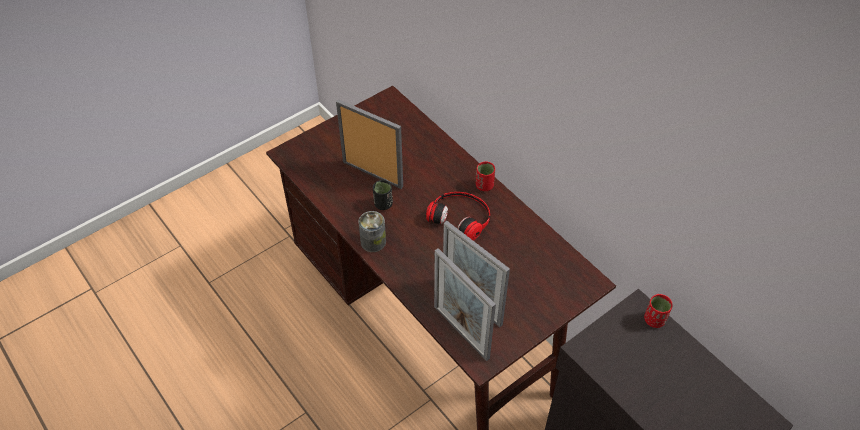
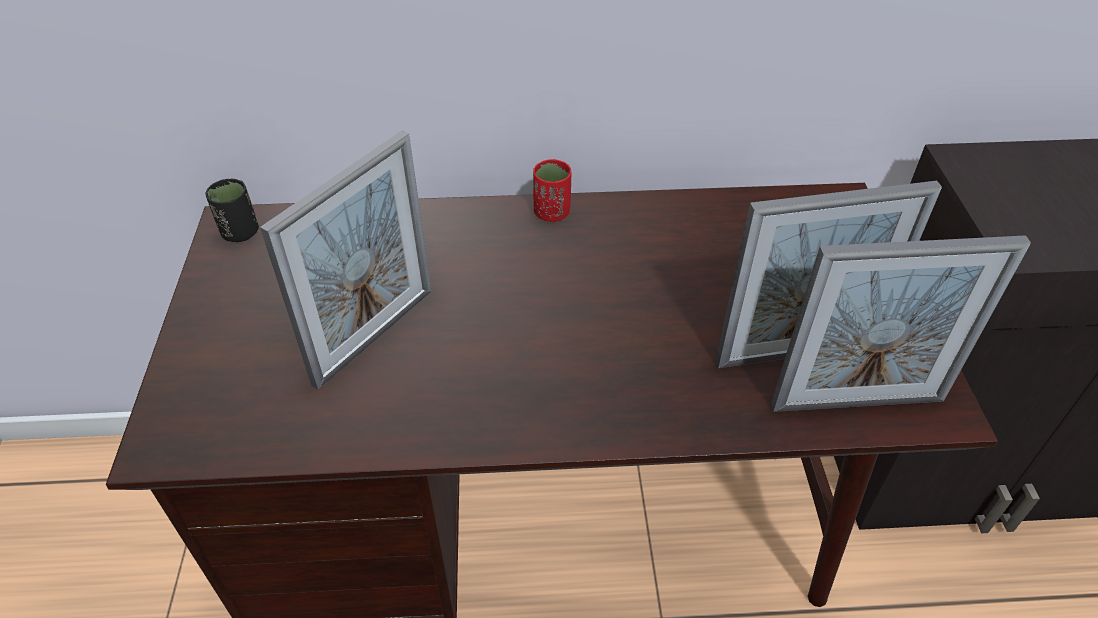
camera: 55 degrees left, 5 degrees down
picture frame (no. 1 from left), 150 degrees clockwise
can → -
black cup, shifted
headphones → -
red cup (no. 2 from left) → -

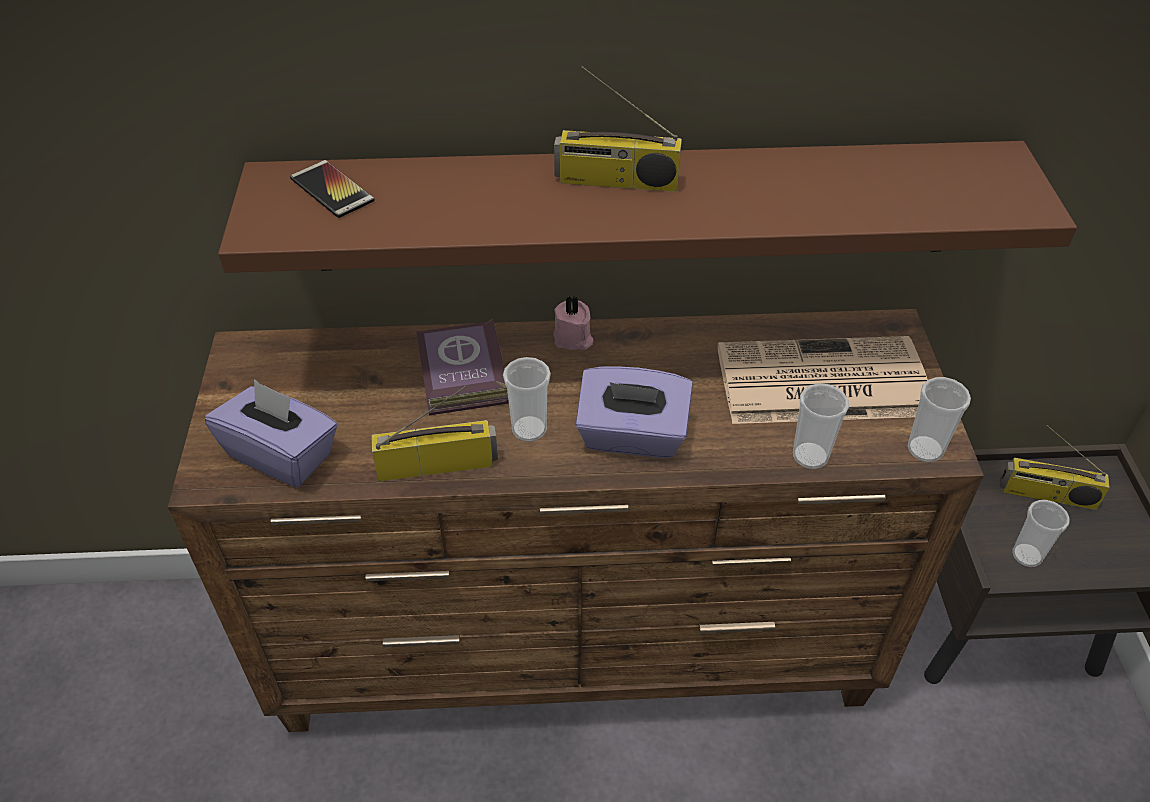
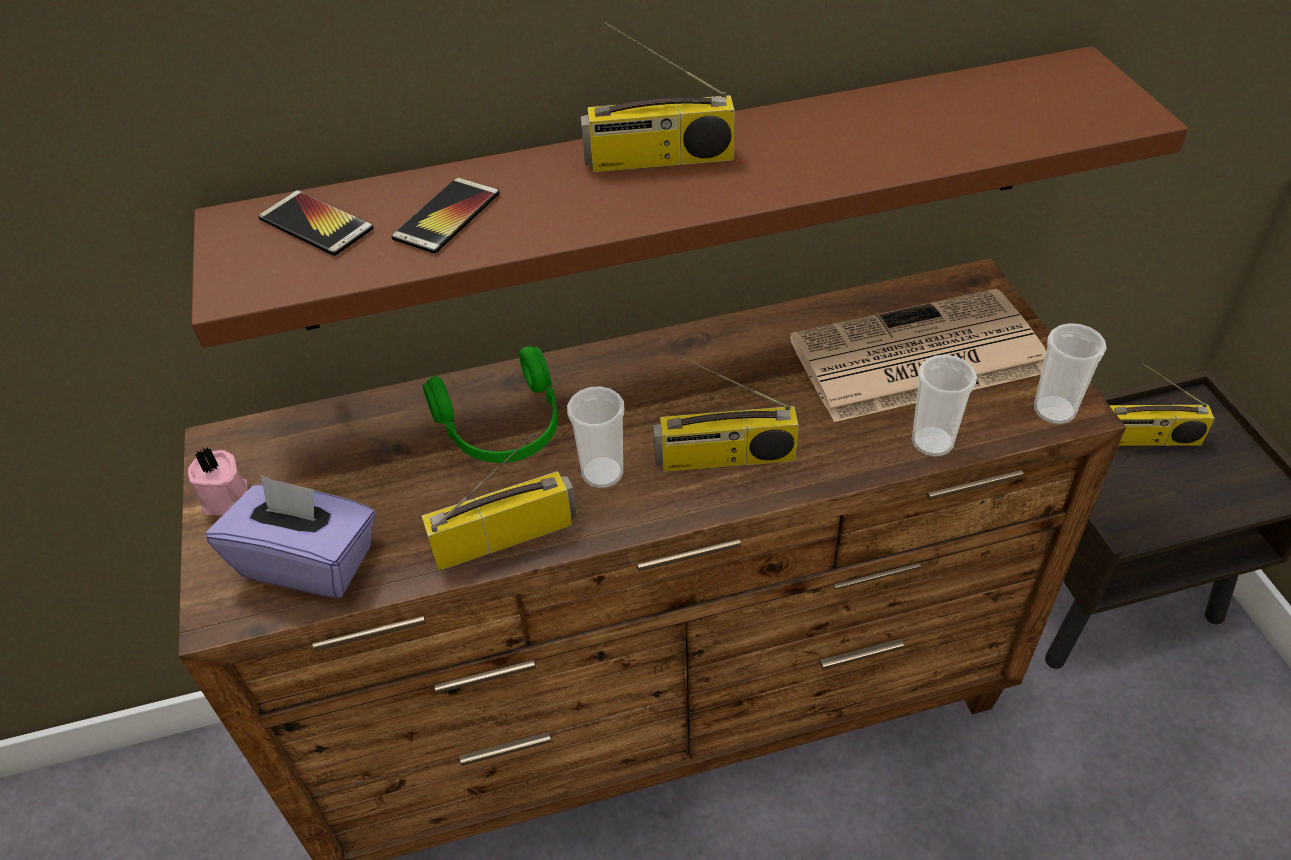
camera: 10 degrees left, 0 degrees up
book → green headphones
pink candle, shifted
purple tissue box (no. 2 from left) → radio (no. 3 from left)
cup (no. 4 from left) → -
- → phone (no. 2 from left)

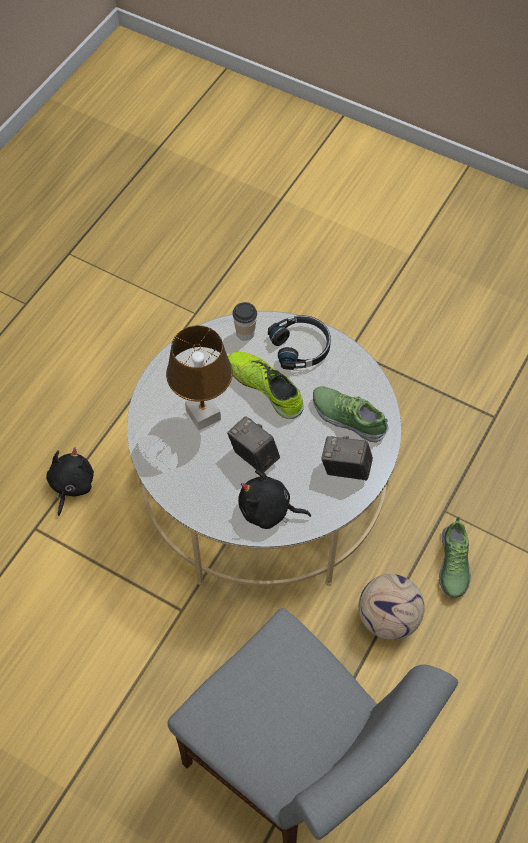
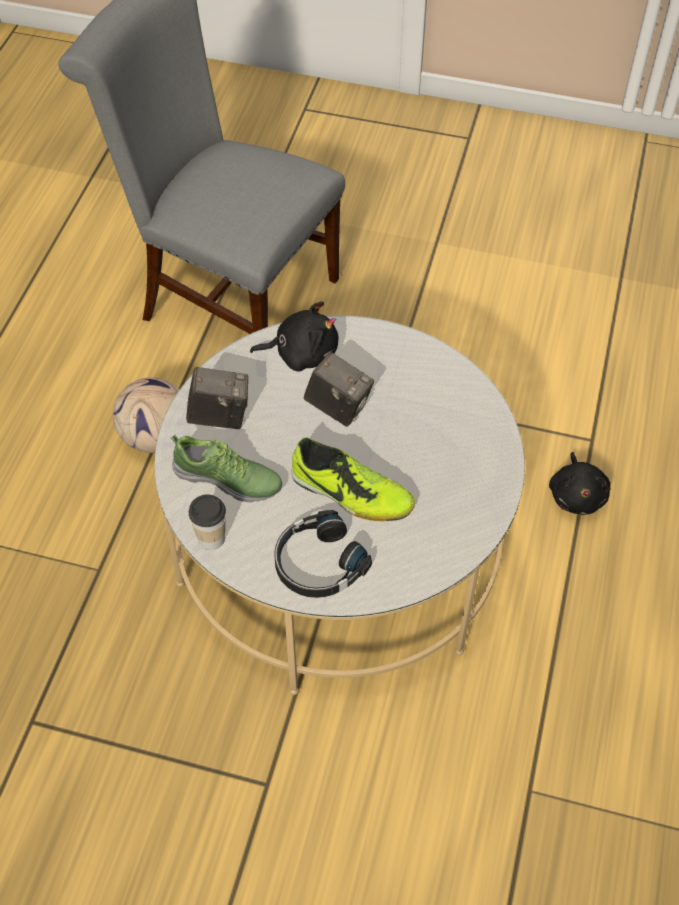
camera: 165 degrees right, 5 degrees down
brown table lamp → -
cup, shifted
shoe (no. 3 from left) → -

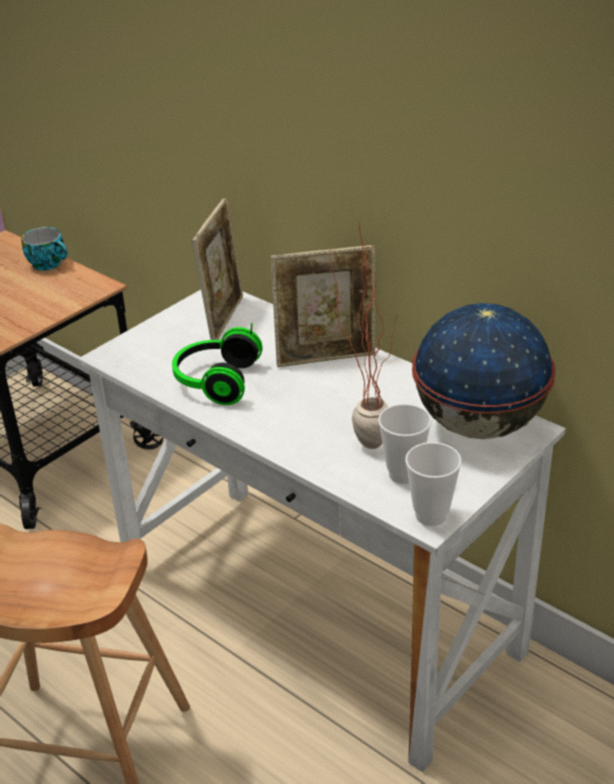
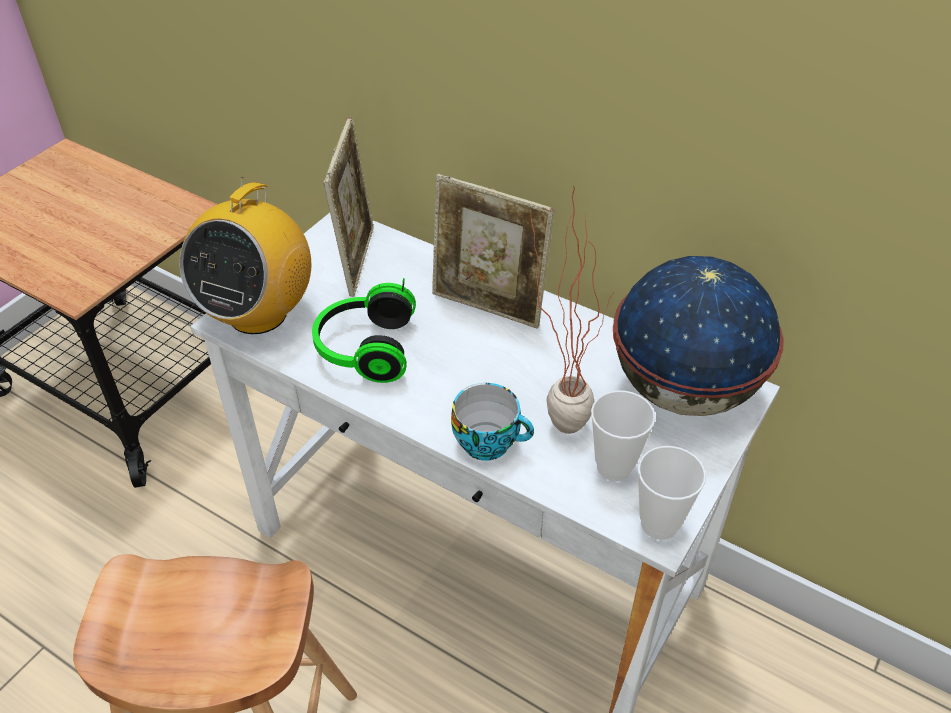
camera: 10 degrees left, 10 degrees up
cup (no. 1 from left), shifted
picture frame (no. 2 from left), 45 degrees clockwise
- → radio

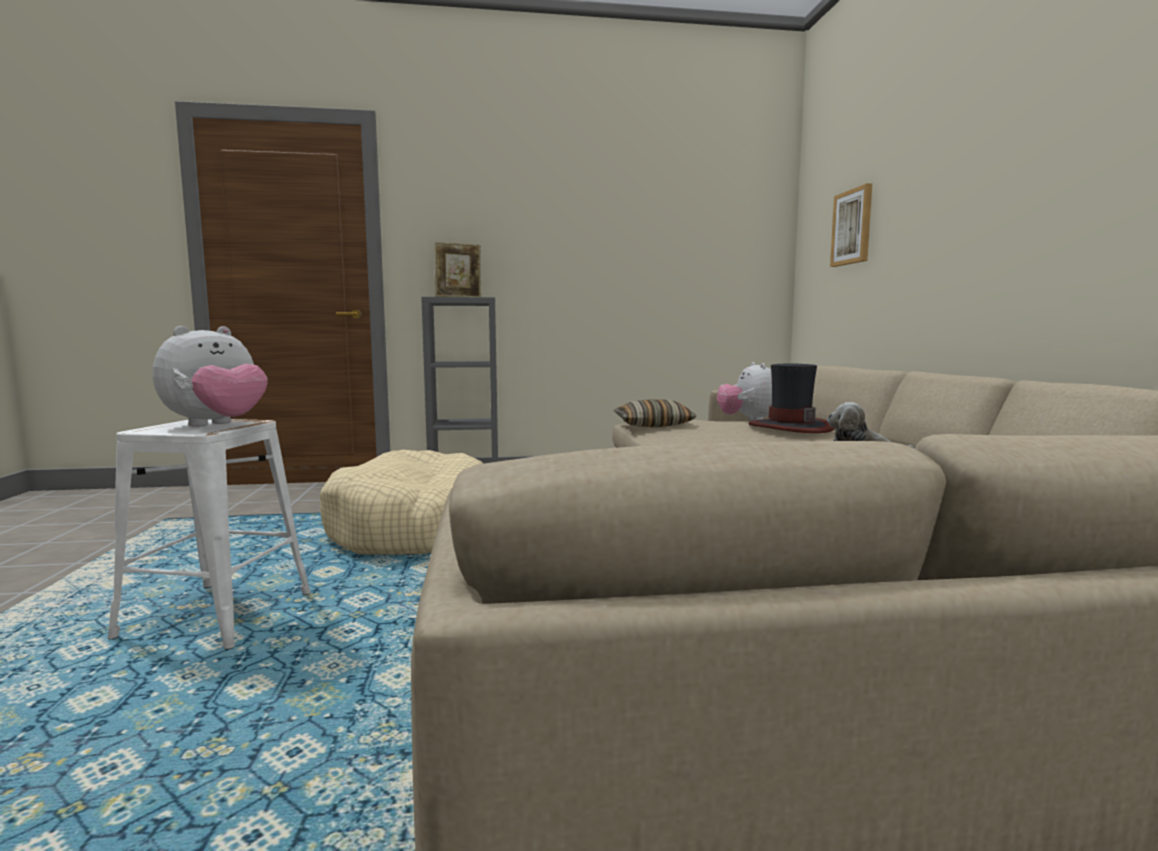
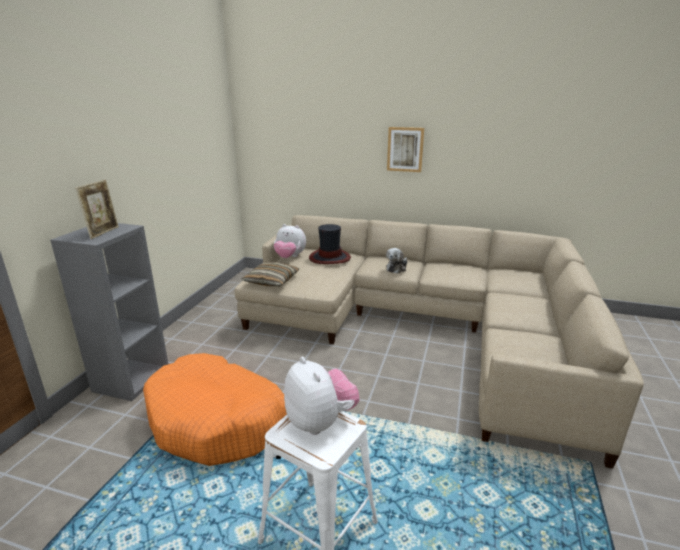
camera: 65 degrees left, 15 degrees up
beige dog bed → orange dog bed
picture, shifted

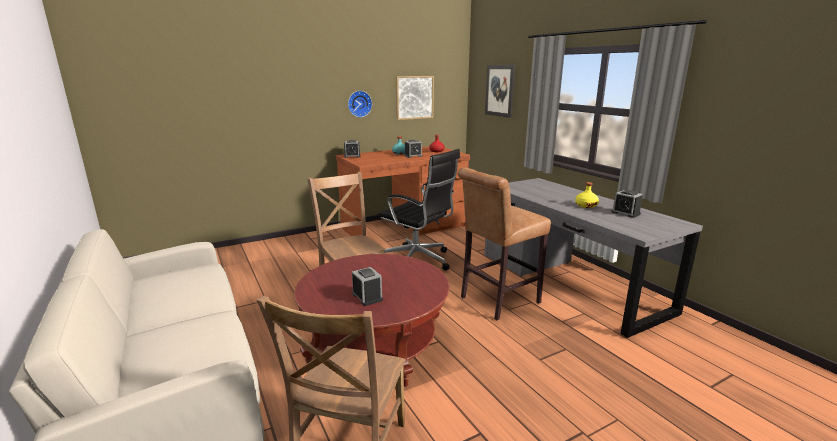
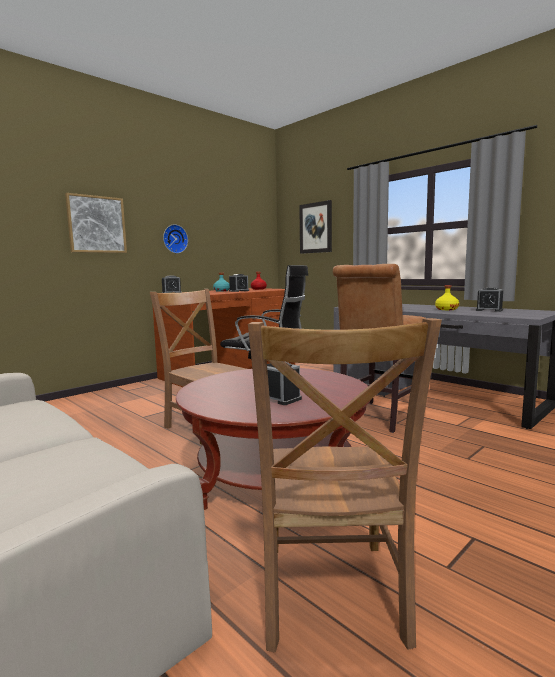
camera: 15 degrees left, 10 degrees down
picture (no. 1 from left), shifted

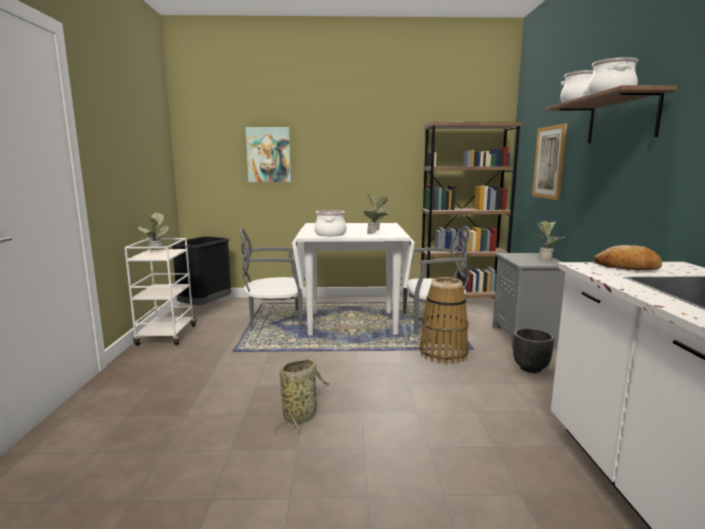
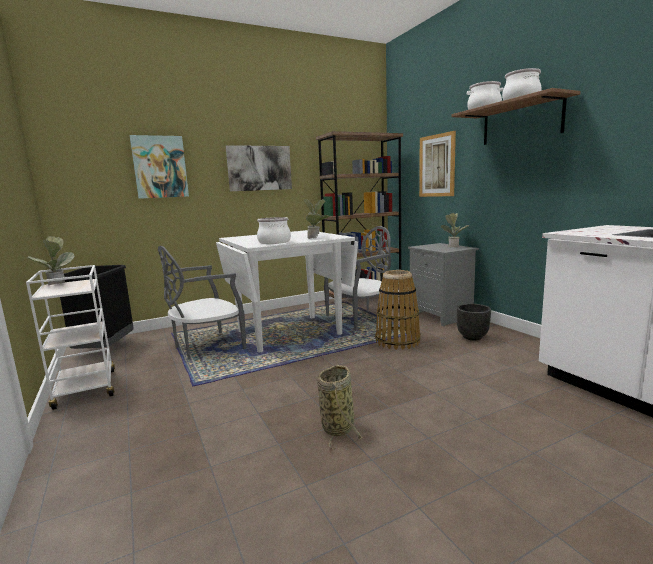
camera: 25 degrees left, 0 degrees up
bread → -
- → picture (no. 2 from left)

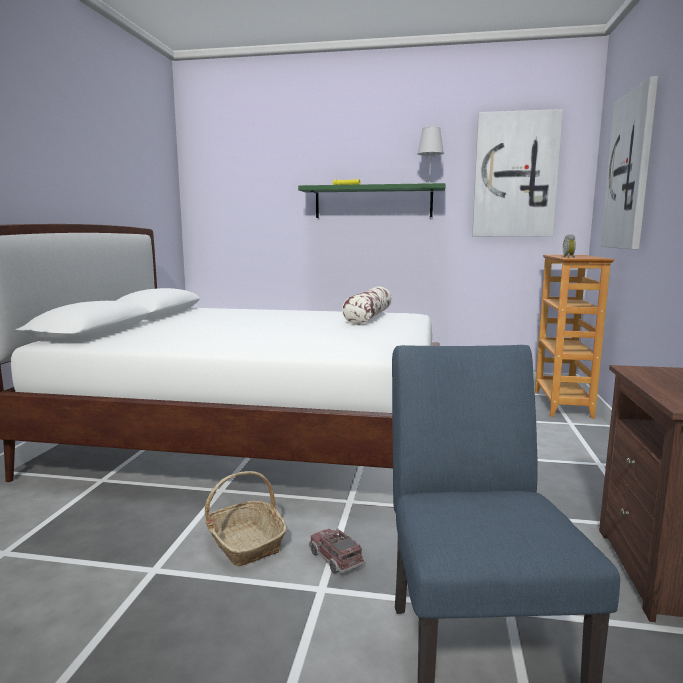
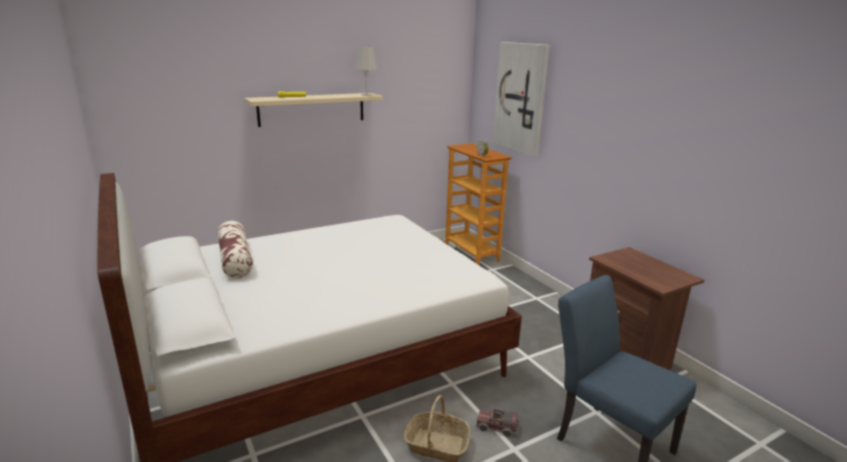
camera: 40 degrees left, 10 degrees up
green shelf → beige shelf
pillow, shifted
picture (no. 1 from left) → -

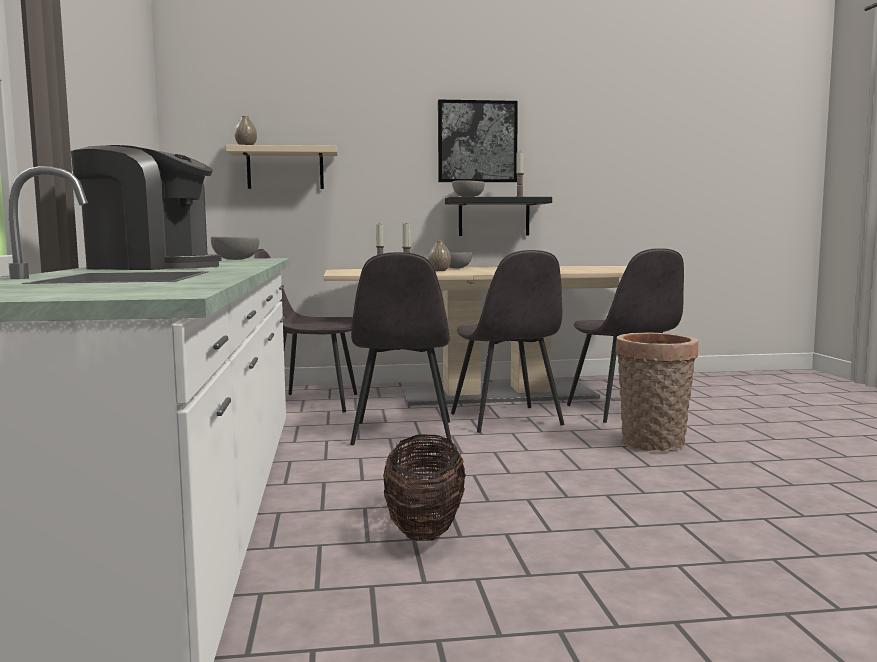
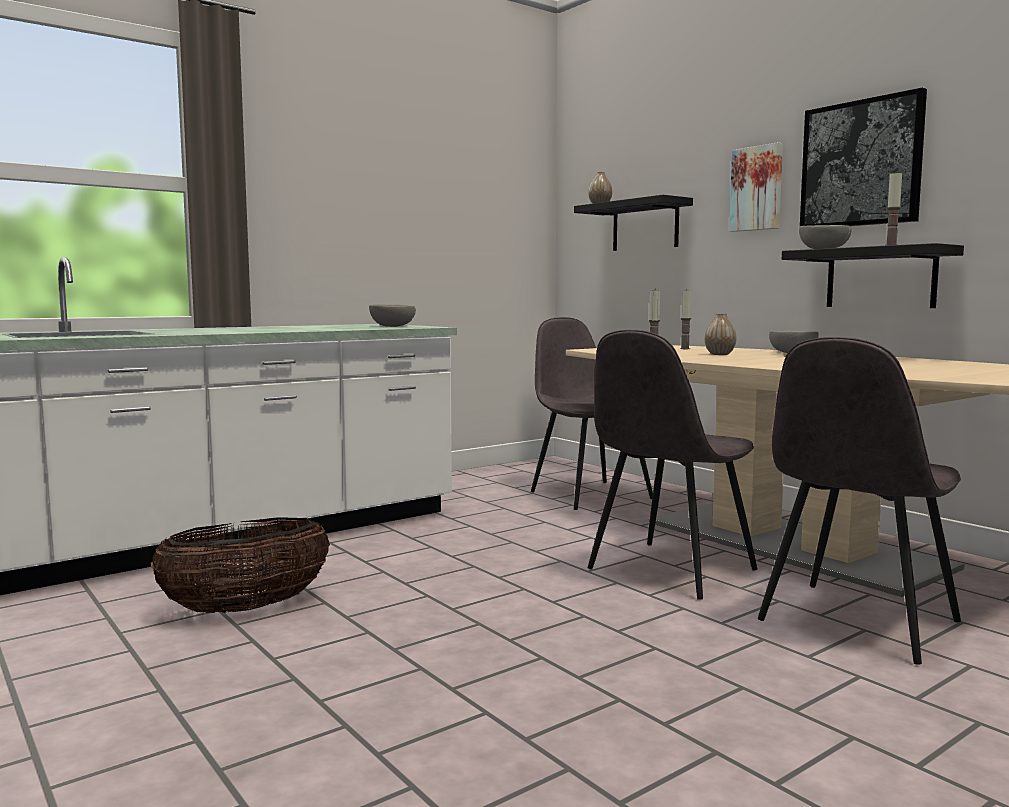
camera: 60 degrees right, 0 degrees up
coffee machine → -
beige shelf → black shelf (no. 1 from left)
grey chair (no. 2 from left) → -
basket (no. 2 from left) → -
- → picture (no. 1 from left)

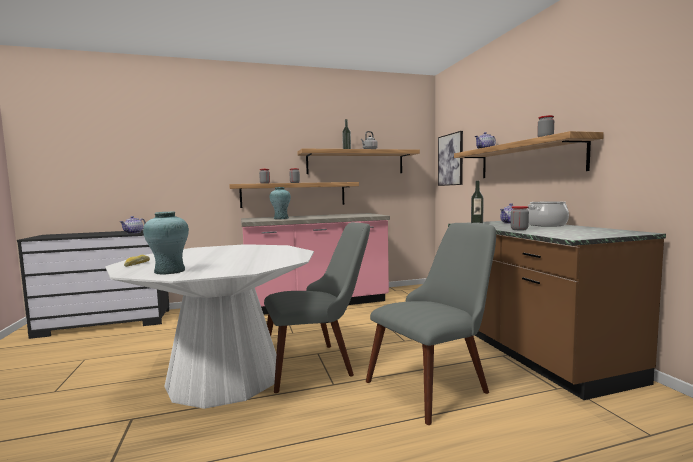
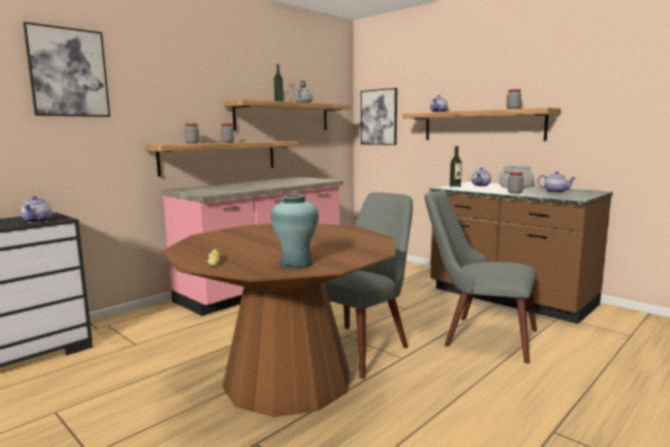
camera: 30 degrees left, 5 degrees up
white dining table → brown dining table
turquoise vase (no. 2 from left) → -
grey chair (no. 2 from left), 90 degrees counterclockwise
- → picture (no. 1 from left)
- → teapot (no. 4 from left)

